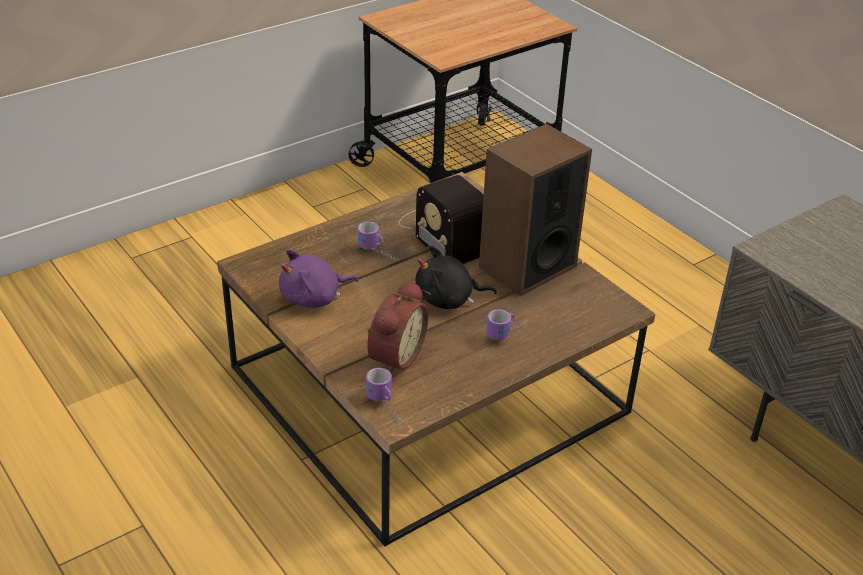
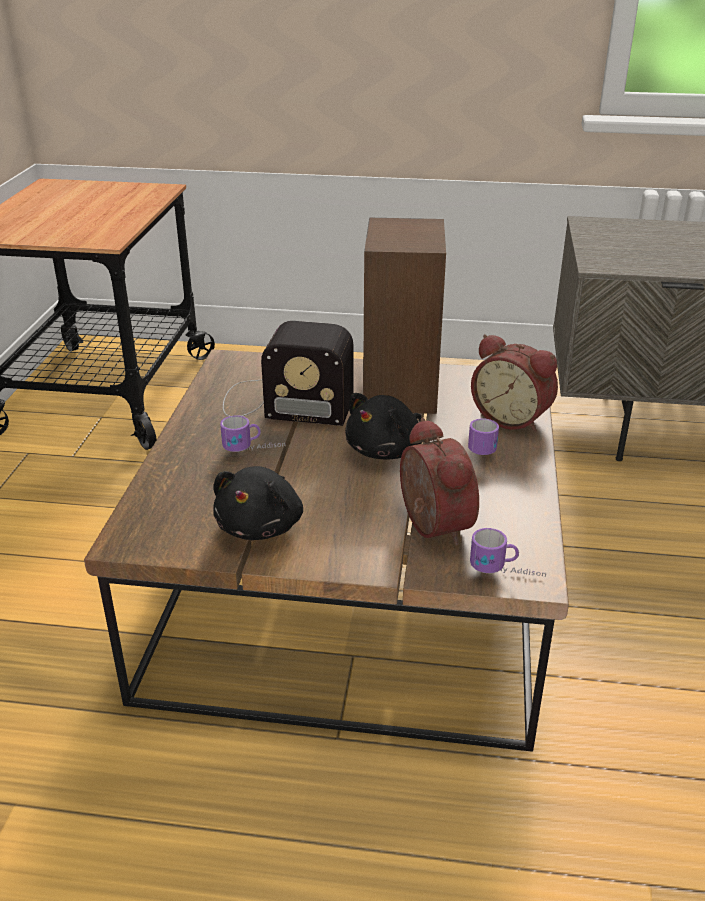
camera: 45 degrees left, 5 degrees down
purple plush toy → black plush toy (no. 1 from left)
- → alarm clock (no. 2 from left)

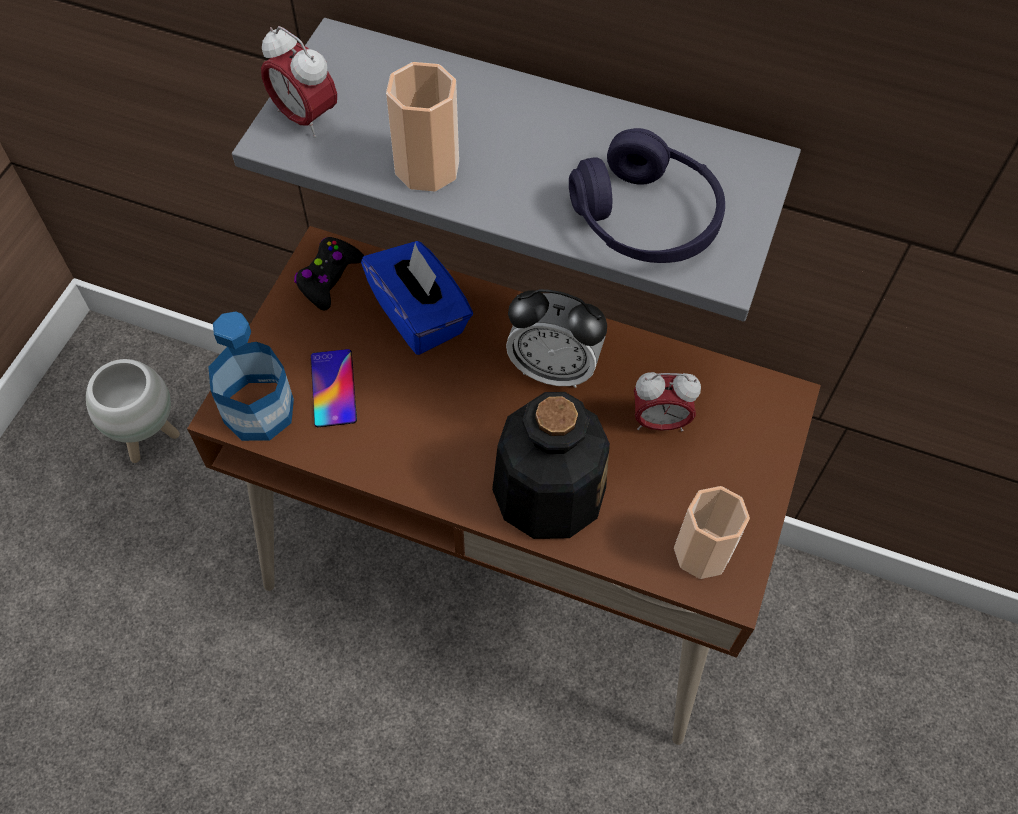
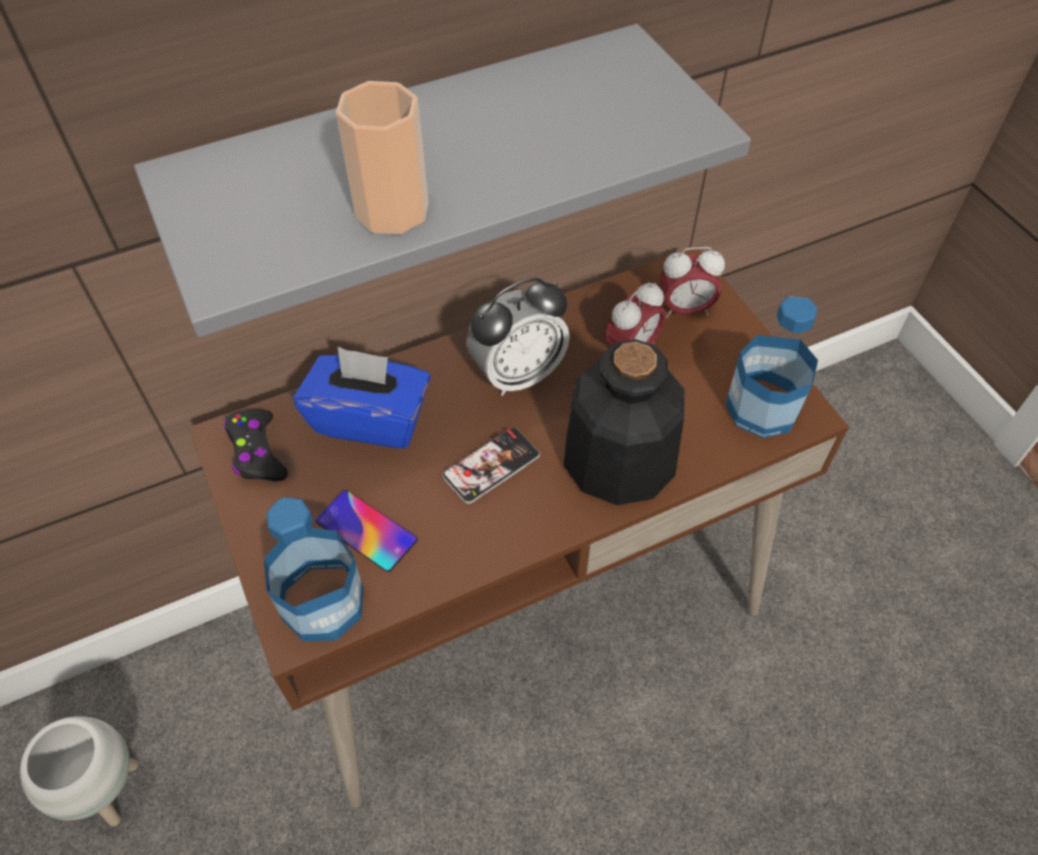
camera: 45 degrees left, 5 degrees down
alarm clock (no. 1 from left in the first image) → alarm clock (no. 3 from left), shifted
purple headphones → -
cup (no. 2 from left) → bottle (no. 3 from left)
- → phone (no. 2 from left)

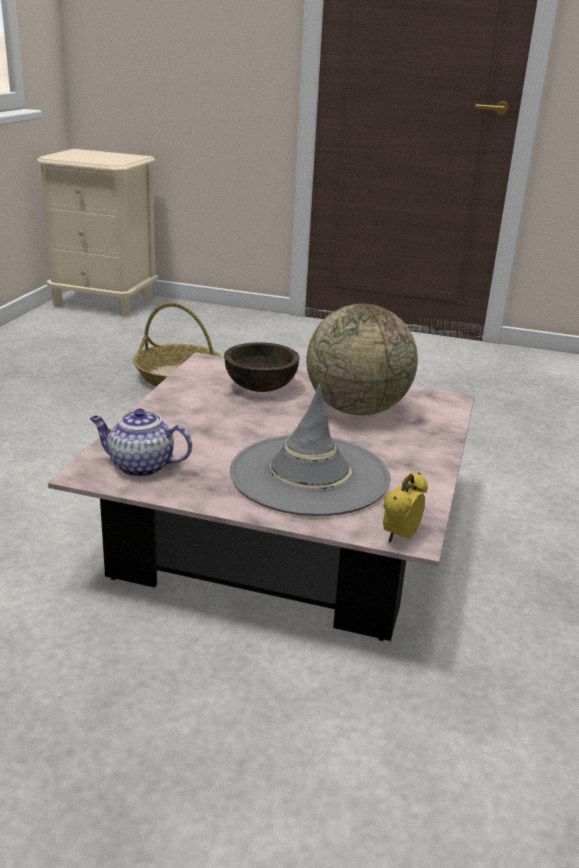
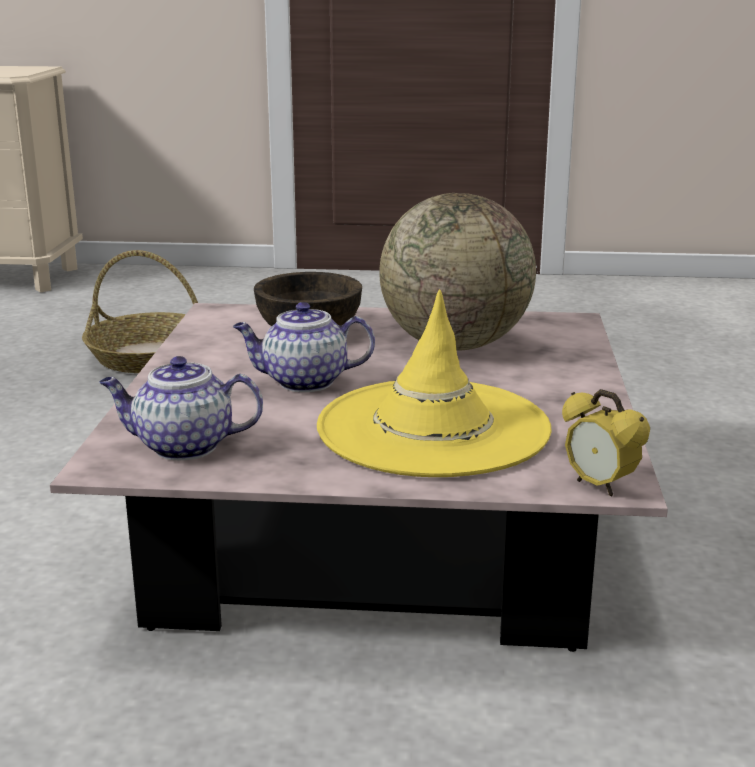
camera: 10 degrees left, 5 degrees down
grey hat → yellow hat
alarm clock, 60 degrees counterclockwise
- → teapot (no. 2 from left)

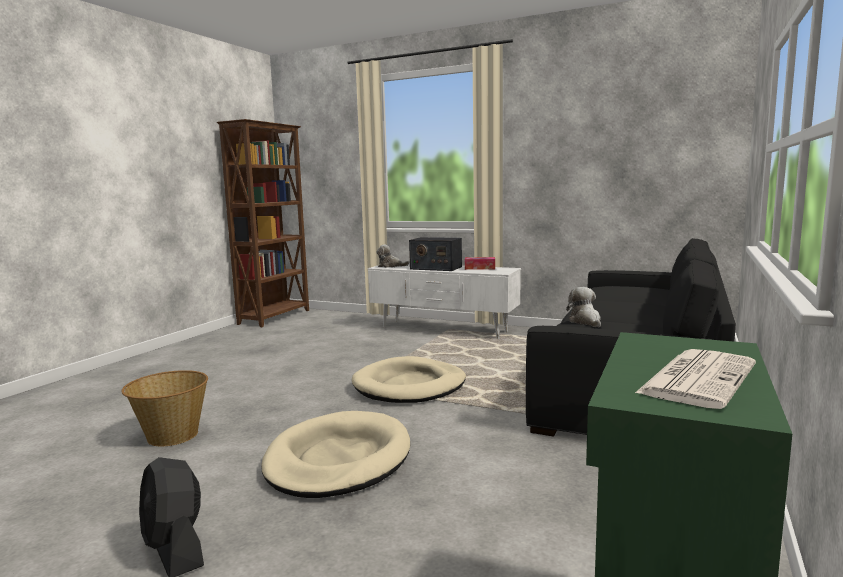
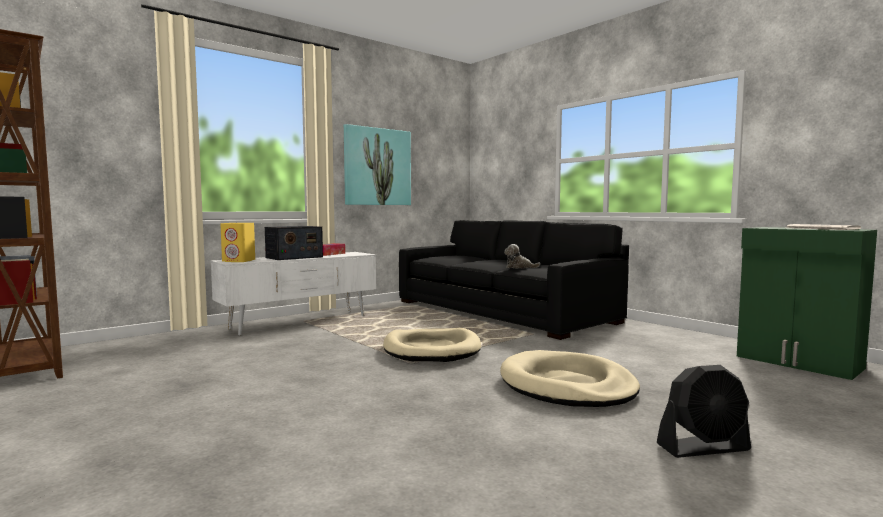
camera: 65 degrees left, 5 degrees down
basket → -
plush toy (no. 1 from left) → yellow speaker
- → picture

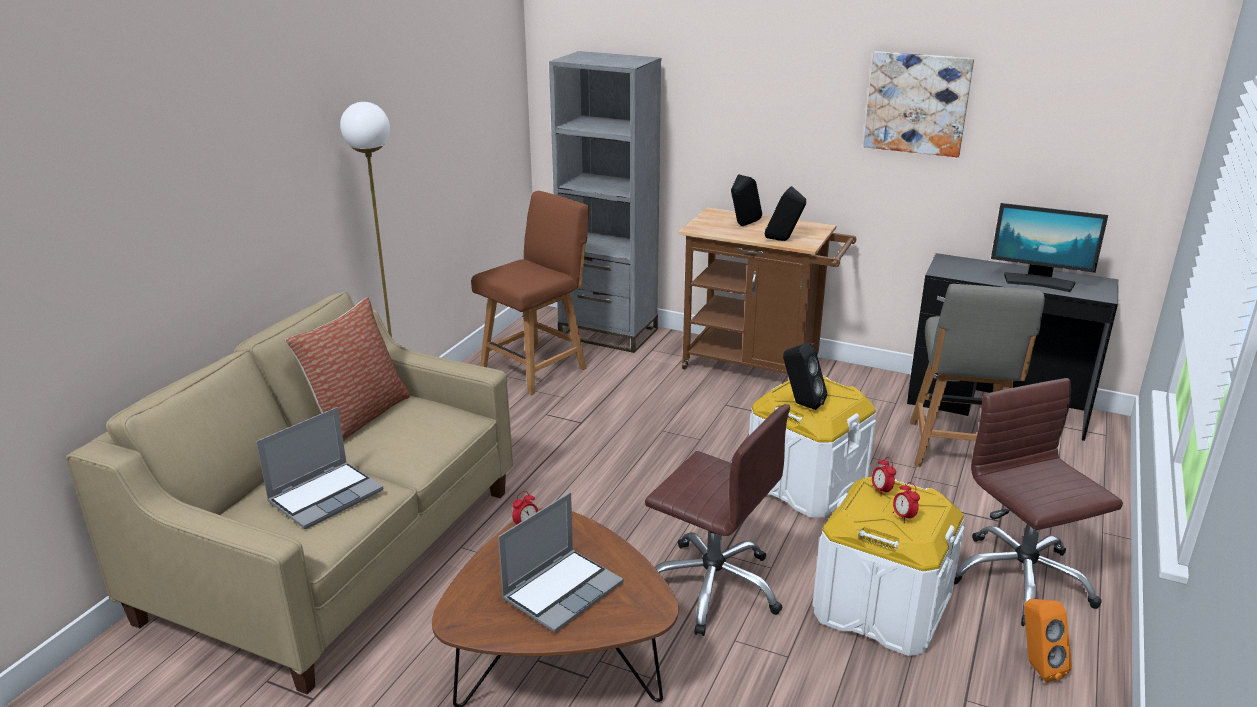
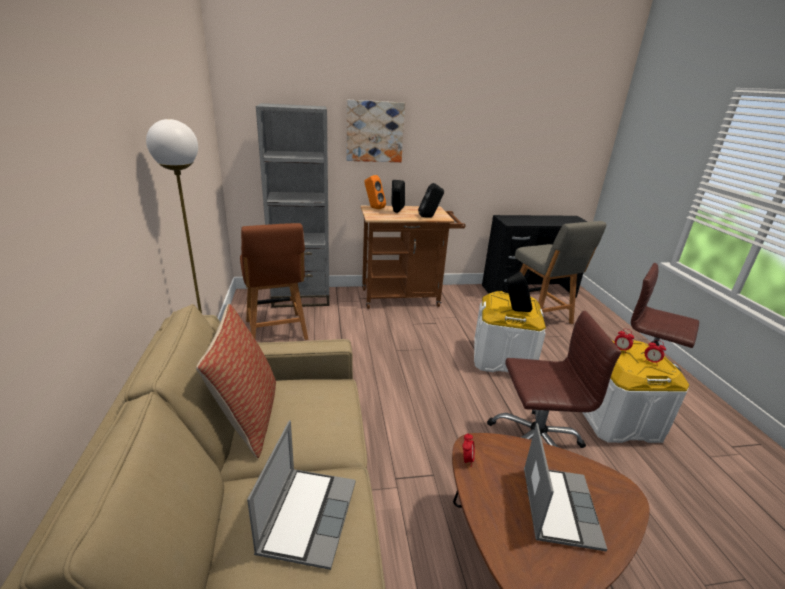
camera: 35 degrees left, 0 degrees up
brown chair, 150 degrees clockwise
picture, shifted
monitor → -
orange speaker, shifted

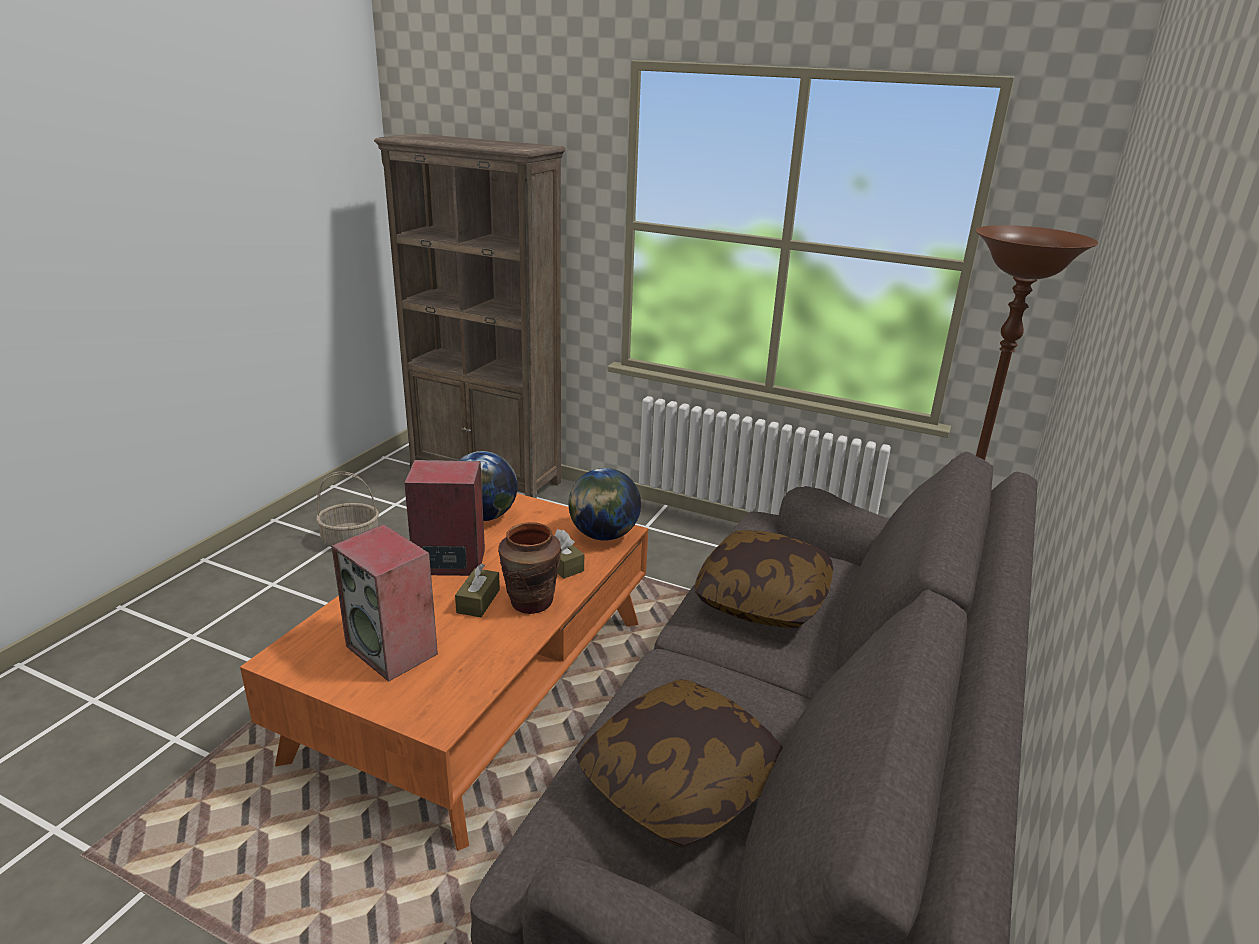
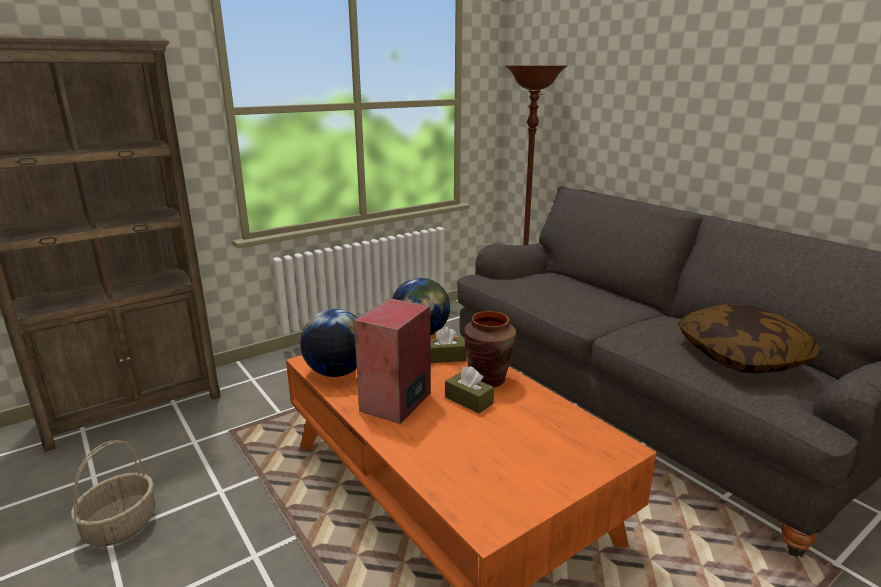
camera: 60 degrees left, 5 degrees down
speaker (no. 1 from left) → -
pillow (no. 2 from left) → -

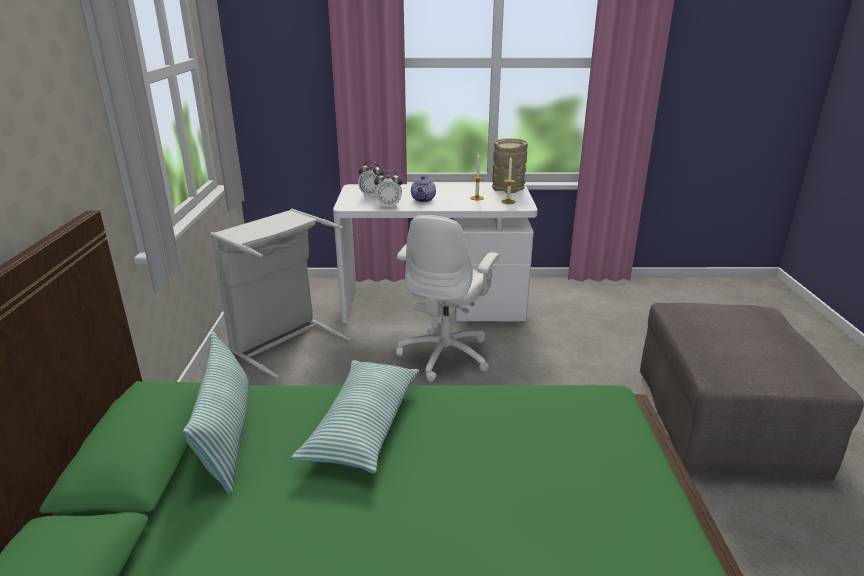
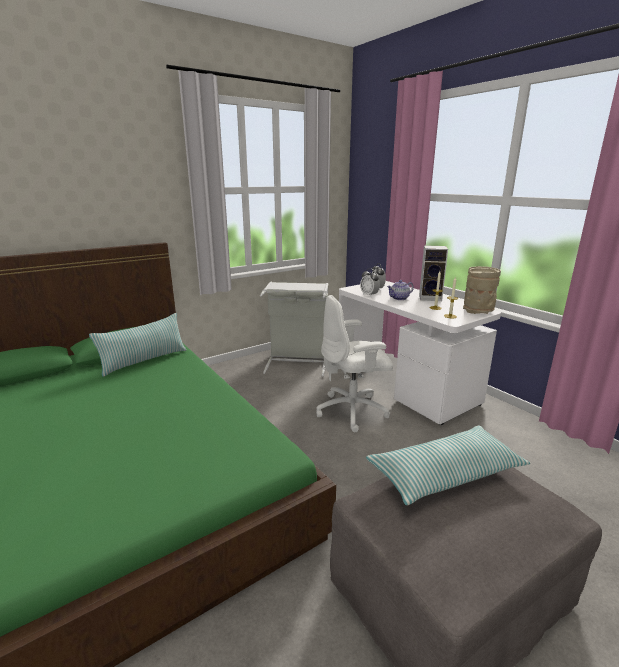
camera: 55 degrees right, 5 degrees down
pillow (no. 2 from left), shifted
- → speaker

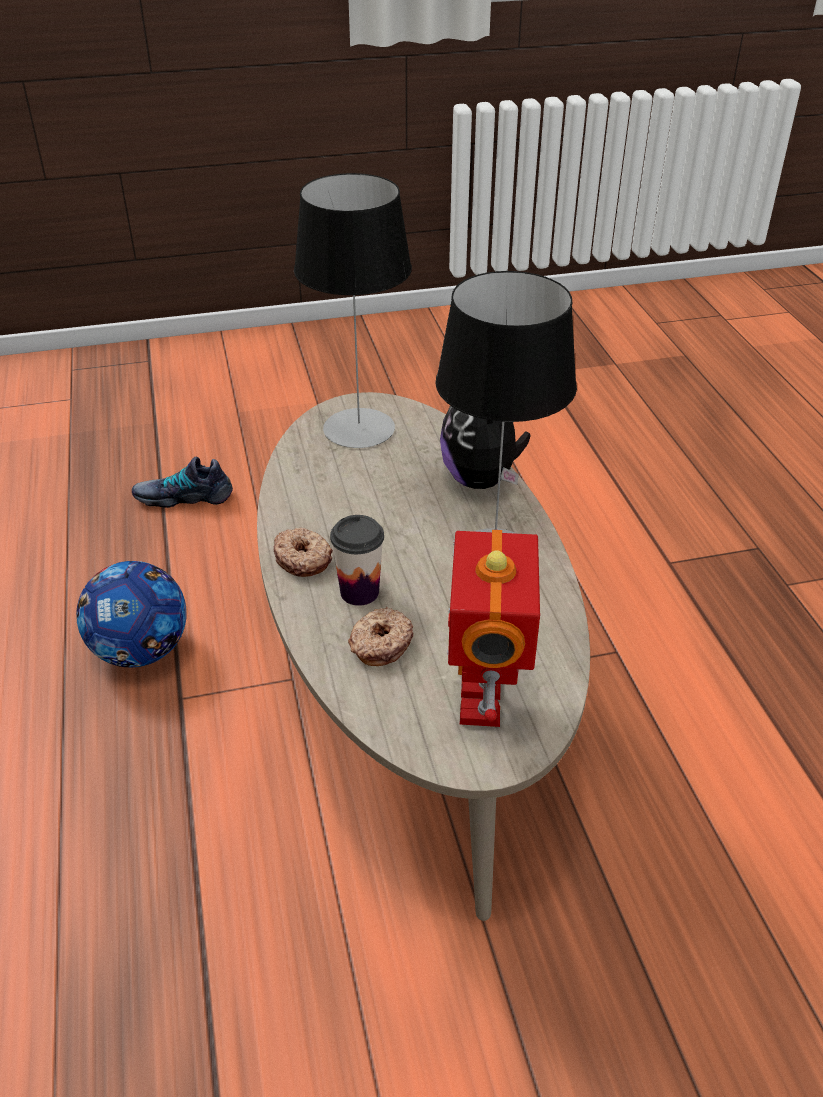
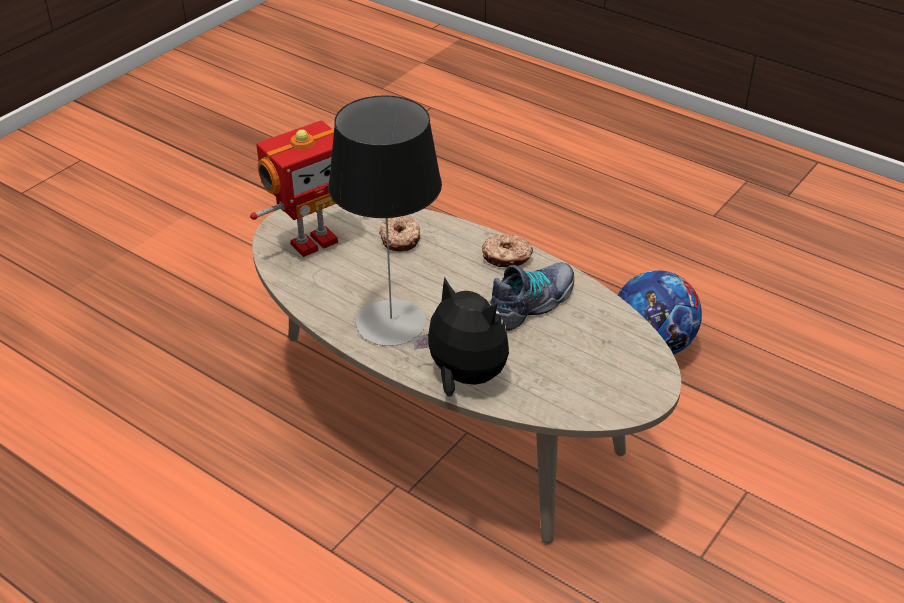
camera: 140 degrees right, 0 degrees up
shoe, shifted
table lamp (no. 1 from left) → -
cup → -
toy robot, 90 degrees clockwise

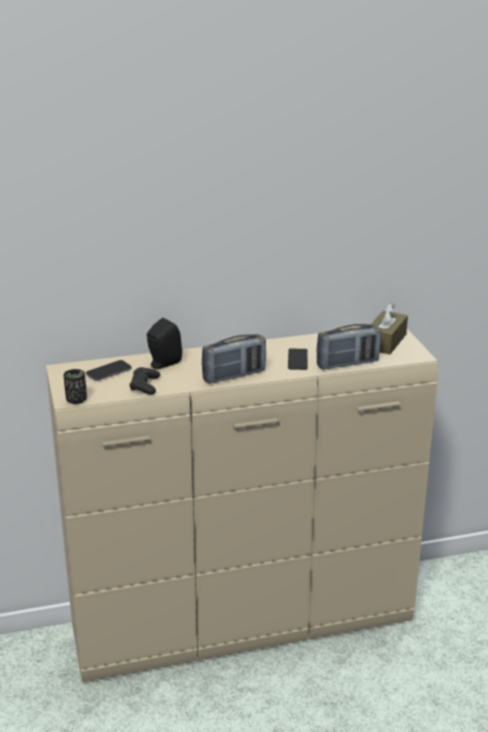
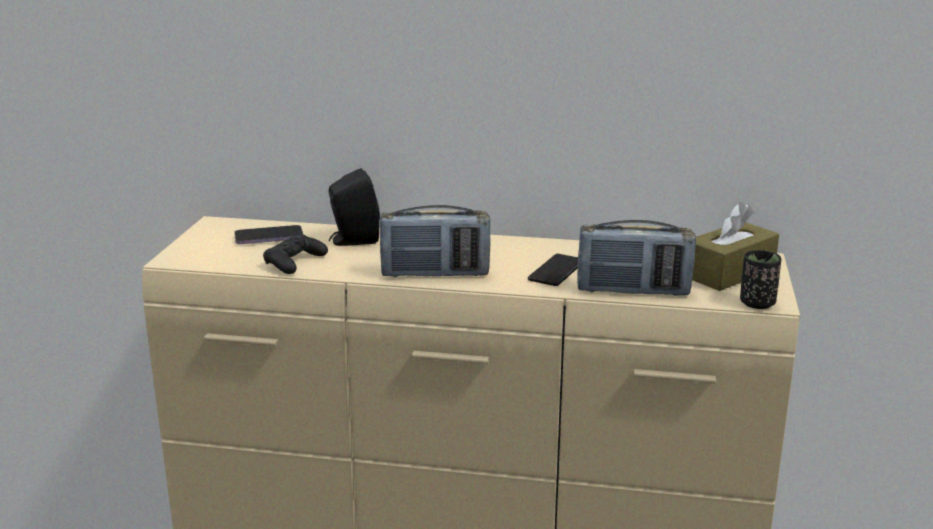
camera: 25 degrees right, 5 degrees down
black cup, shifted

